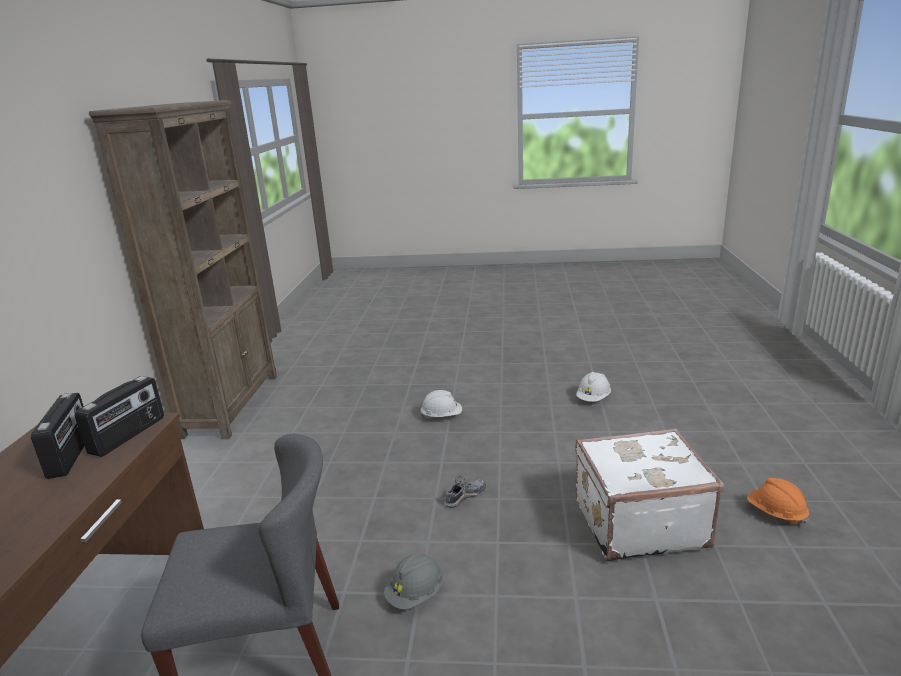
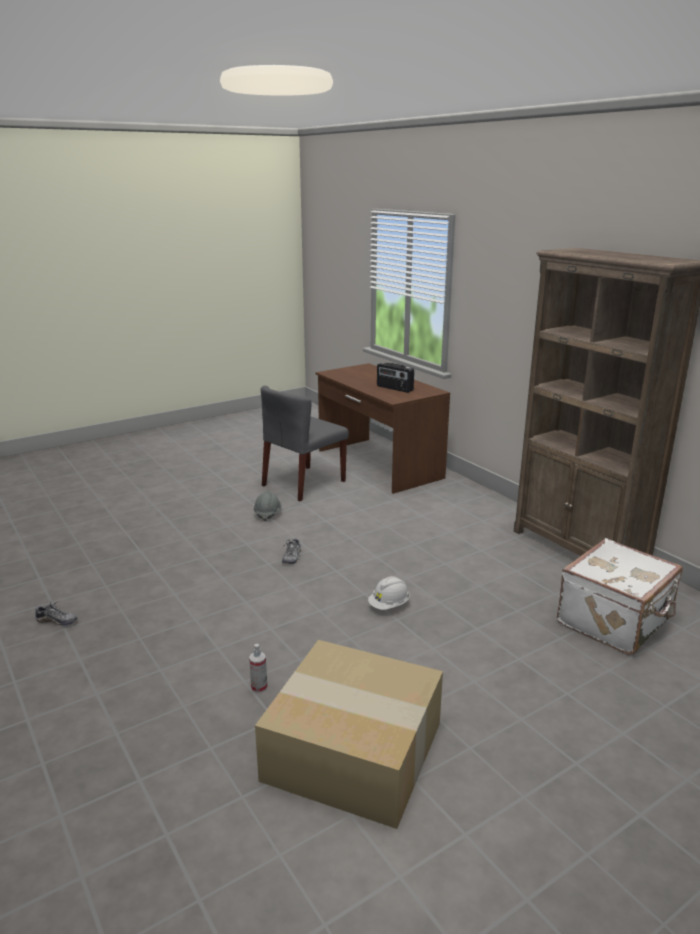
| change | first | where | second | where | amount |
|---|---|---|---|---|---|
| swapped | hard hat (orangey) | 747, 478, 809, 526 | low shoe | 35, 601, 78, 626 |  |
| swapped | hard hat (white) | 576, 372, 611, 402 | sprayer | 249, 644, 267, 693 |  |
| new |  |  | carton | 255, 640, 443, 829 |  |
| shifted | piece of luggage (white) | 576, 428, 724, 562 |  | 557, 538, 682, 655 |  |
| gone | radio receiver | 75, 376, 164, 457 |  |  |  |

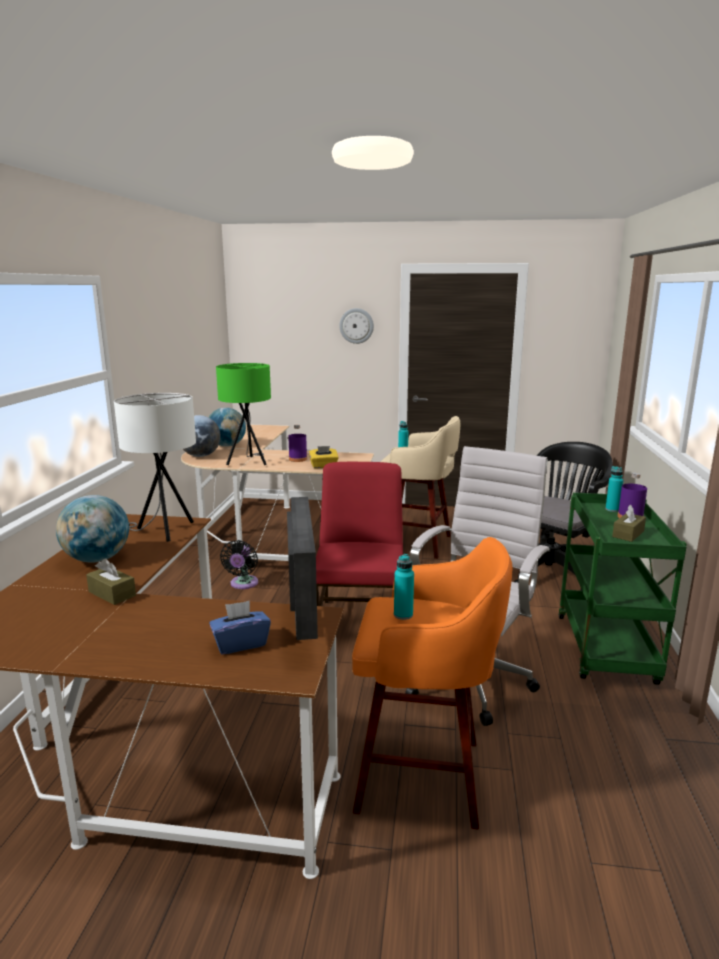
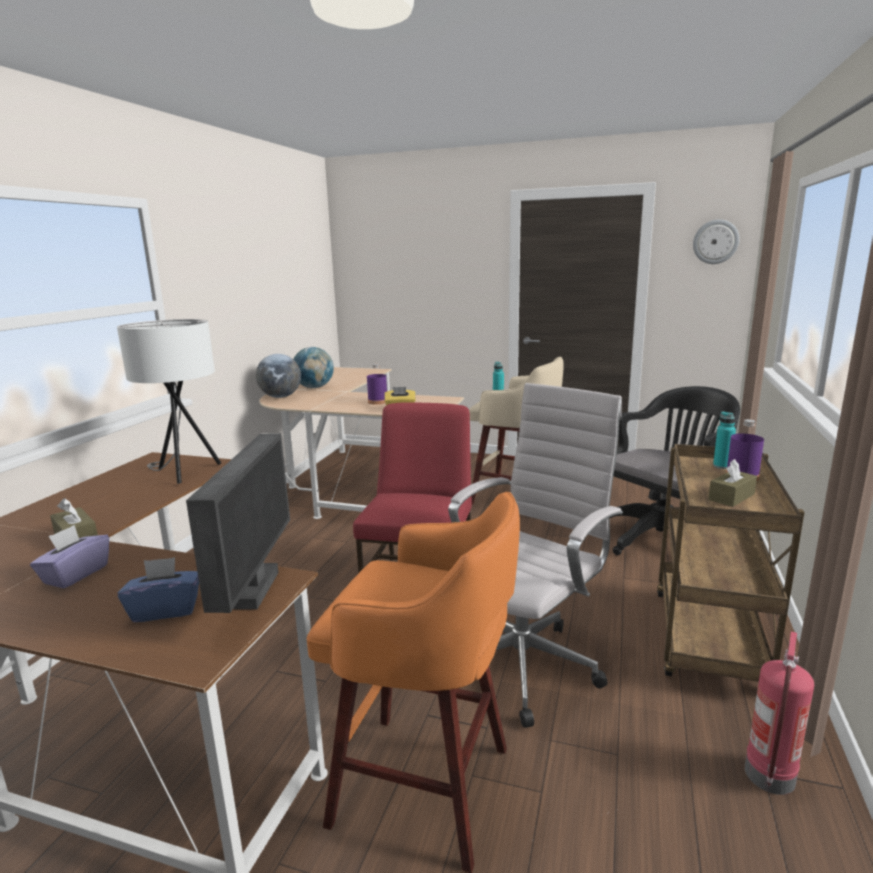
| change | first | where | second | where | amount |
|---|---|---|---|---|---|
| new |  |  | box of tissues (purple) | 30, 525, 109, 588 |  |
| repainted | trolley (green-coloured) | 558, 493, 687, 685 | trolley (brown) | 657, 444, 804, 682 |  |
| shifted | hanging clock | 339, 308, 374, 344 |  | 693, 220, 740, 264 |  |
| new |  |  | fire-fighting cylinder | 745, 631, 814, 795 |  |
| gone | desk globe | 56, 495, 129, 562 |  |  |  |
| gone | tabletop lamp (green-coloured) | 216, 363, 271, 465 |  |  |  |
| gone | electric fan (black-coloured) | 220, 540, 258, 589 |  |  |  |
| gone | bottle (turquoise) | 394, 554, 414, 620 |  |  |  |

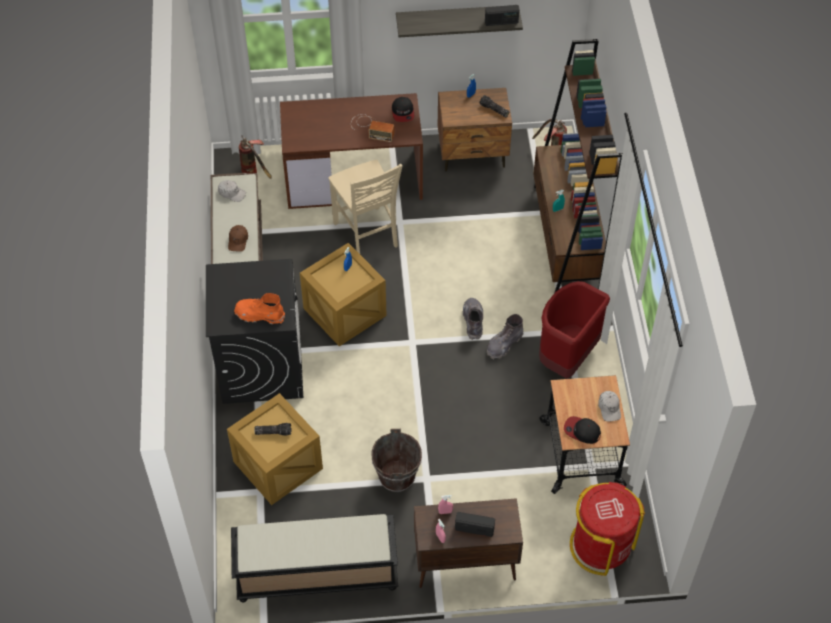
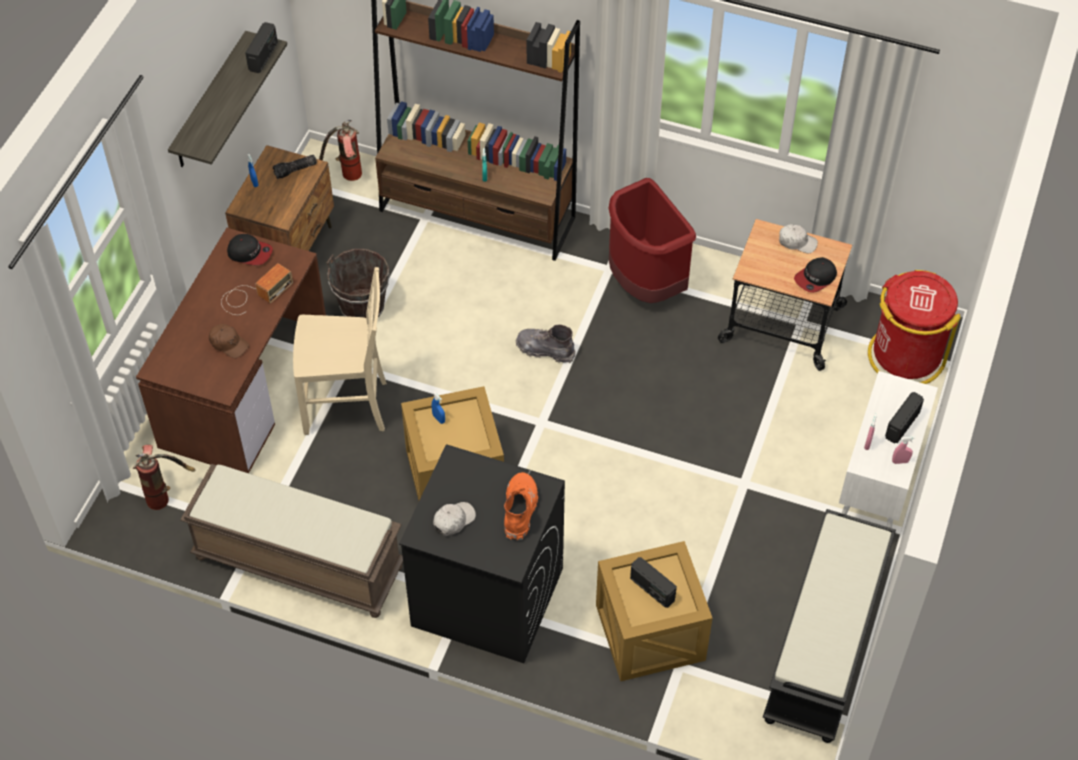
| change | first | where | second | where | amount |
|---|---|---|---|---|---|
| shifted | peaked cap (brown) | 228, 225, 248, 252 |  | 209, 324, 249, 358 |  |
| shifted | pail (brown) | 372, 429, 422, 492 |  | 327, 249, 389, 318 |  |
| shifted | peaked cap (white) | 218, 180, 246, 202 |  | 433, 502, 476, 536 |  |
| rotated | high-top boot (orangey) | 234, 293, 285, 324 |  | 504, 472, 538, 540 | 150 degrees clockwise |
| swapped | flashlight | 254, 423, 292, 436 | radio receiver | 630, 557, 677, 608 |  |
| repainted | cabinet (brown) | 414, 498, 523, 588 | cabinet (white) | 839, 371, 938, 528 |  |
| gone | high-top boot (grey) | 487, 314, 524, 359 |  |  |  |

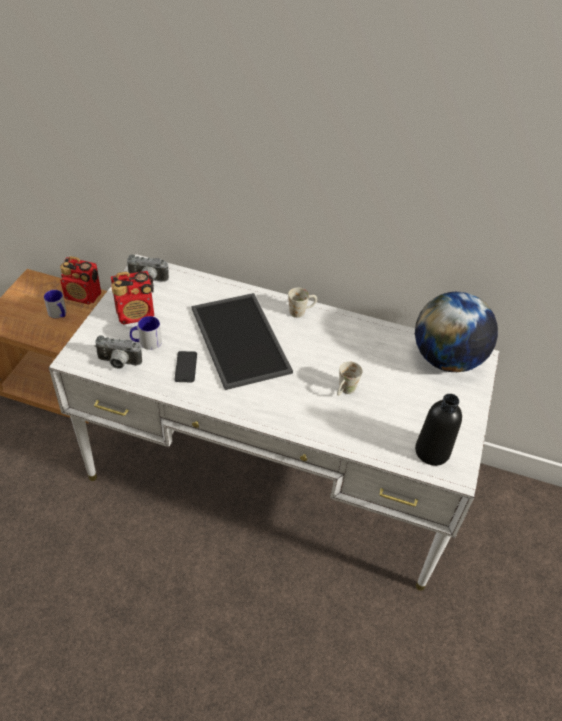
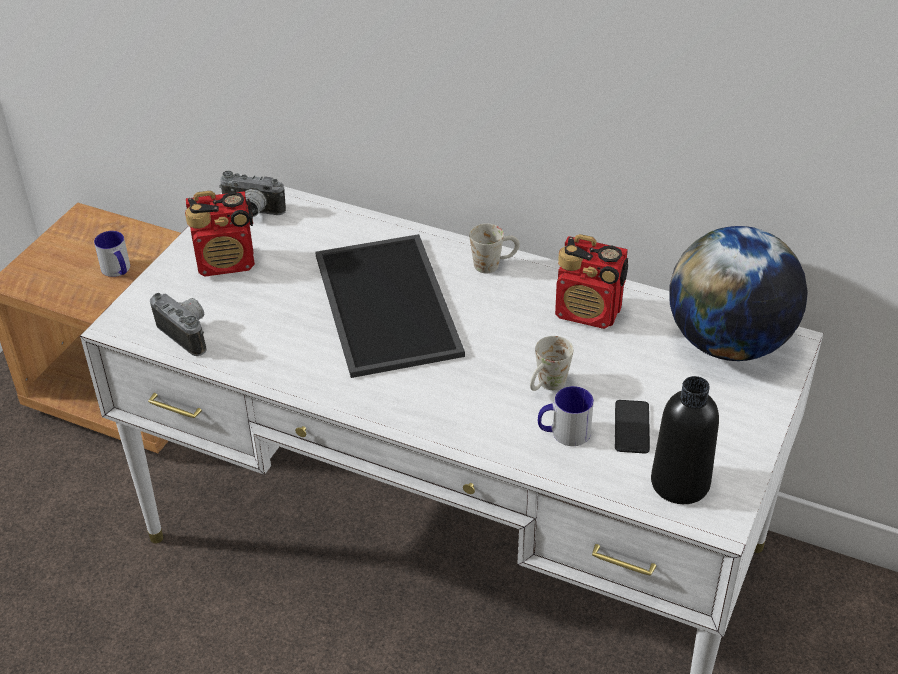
| change | first | where | second | where | amount |
|---|---|---|---|---|---|
| rotated | still camera | 94, 335, 142, 369 |  | 150, 293, 207, 356 | 150 degrees counterclockwise |
| shifted | tea mug | 130, 316, 162, 350 |  | 538, 386, 594, 446 |  |
| shifted | radio receiver | 60, 256, 101, 304 |  | 555, 234, 628, 329 |  |
| shifted | handset | 175, 351, 197, 382 |  | 615, 400, 650, 453 |  |

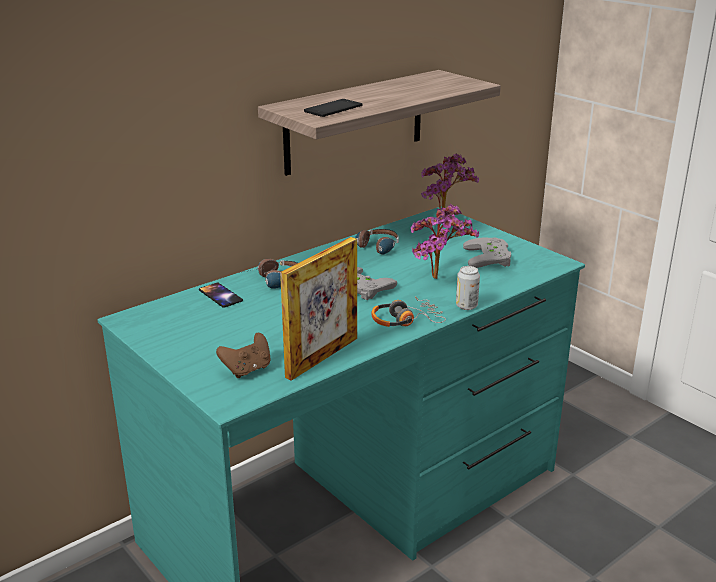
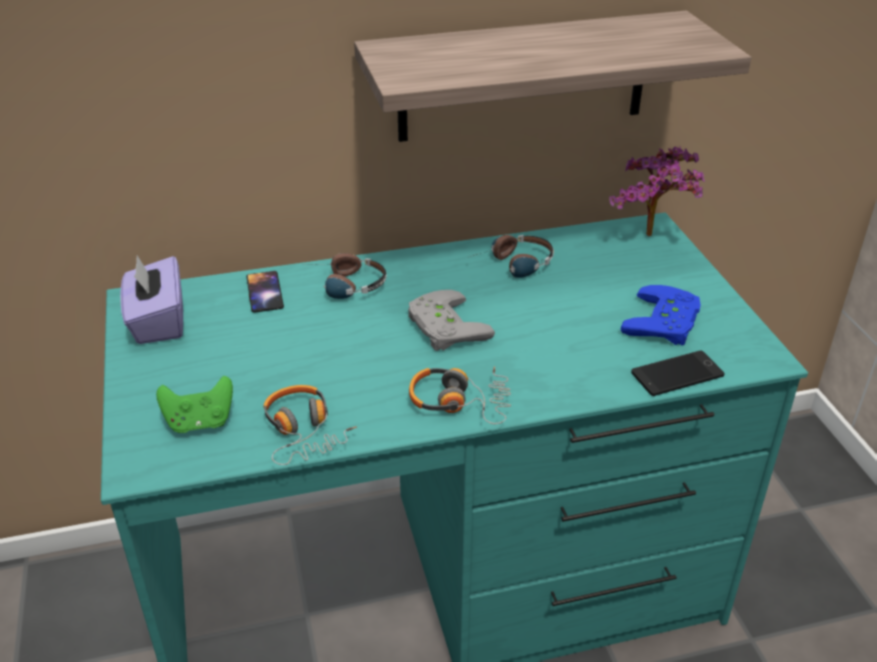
| change | first | where | second | where | amount |
|---|---|---|---|---|---|
| new |  |  | box of tissues (purple) | 120, 255, 183, 344 |  |
| repainted | gamepad (brown) | 216, 333, 271, 378 | gamepad (green-coloured) | 156, 376, 233, 433 |  |
| swapped | photo frame | 280, 237, 357, 381 | headphones | 264, 385, 357, 465 |  |
| repainted | gamepad (grey) | 463, 237, 511, 268 | gamepad (bluish) | 621, 285, 701, 345 |  |
| shifted | handset | 304, 99, 362, 117 |  | 631, 351, 725, 396 |  |
| gone | potted plant | 411, 204, 479, 279 |  |  |  |
| gone | can | 456, 266, 480, 310 |  |  |  |

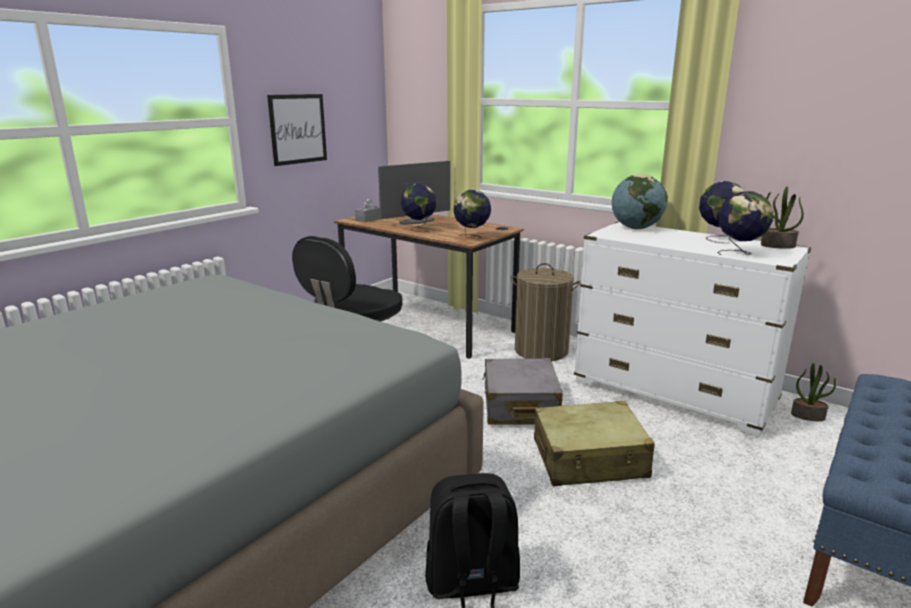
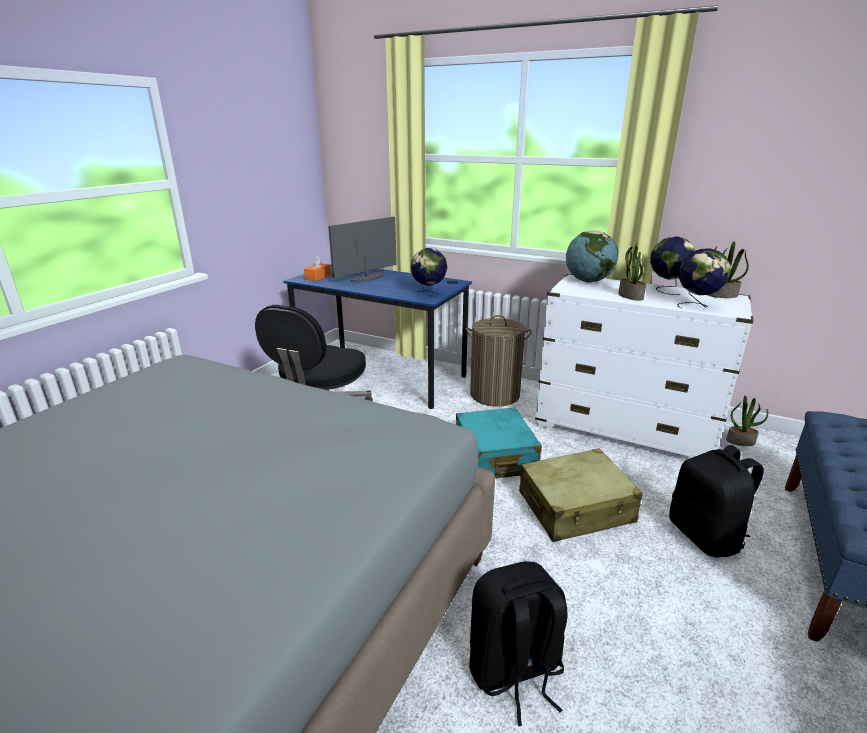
| change | first | where | second | where | amount |
|---|---|---|---|---|---|
| repainted | desk table (brown) | 334, 214, 524, 359 | desk table (bluish) | 283, 264, 472, 409 |  |
| repainted | box of tissues (grey) | 355, 197, 380, 222 | box of tissues (orangey) | 304, 256, 331, 281 |  |
| repainted | piece of luggage (grey) | 482, 358, 563, 425 | piece of luggage (turquoise) | 456, 407, 542, 478 |  |
| new |  |  | potted plant | 618, 242, 646, 301 |  |
| new |  |  | backpack (black-coloured) | 669, 445, 764, 558 |  |
| gone | wall art | 267, 94, 327, 166 |  |  |  |
| gone | desk globe | 401, 184, 437, 232 |  |  |  |

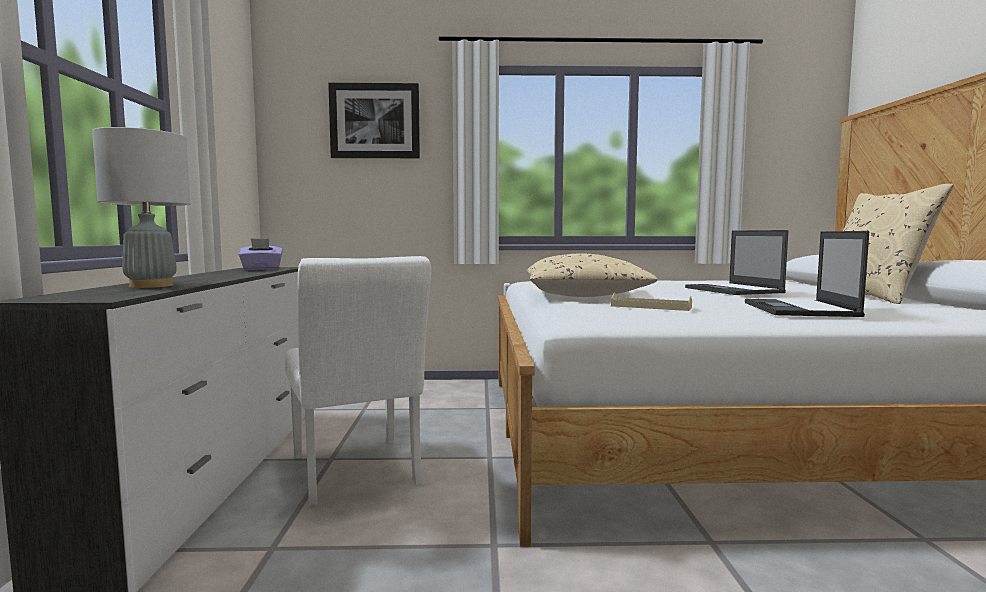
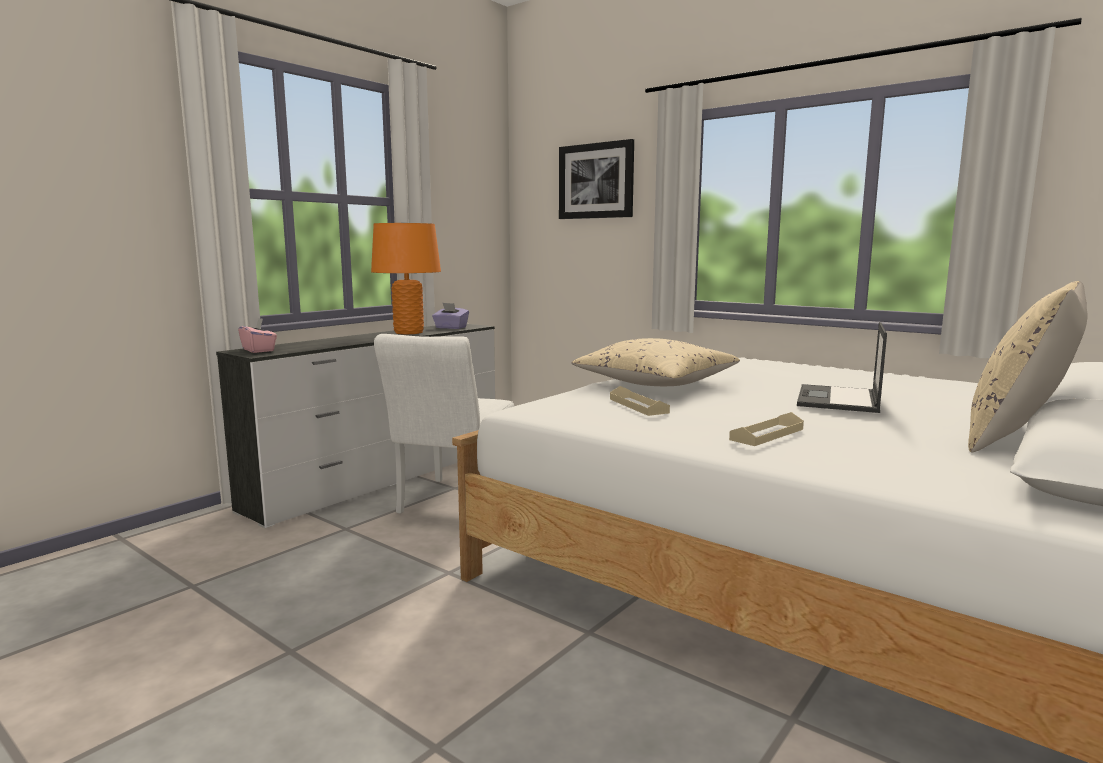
| change | first | where | second | where | amount |
|---|---|---|---|---|---|
| new |  |  | box of tissues (pink-coloured) | 238, 318, 277, 353 |  |
| new |  |  | tabletop lamp (orangey) | 371, 223, 441, 334 |  |
| swapped | portable computer | 745, 231, 869, 317 | carrying tray (beige-coloured) | 729, 412, 804, 446 |  |
| gone | tabletop lamp (grey) | 92, 127, 190, 288 |  |  |  |

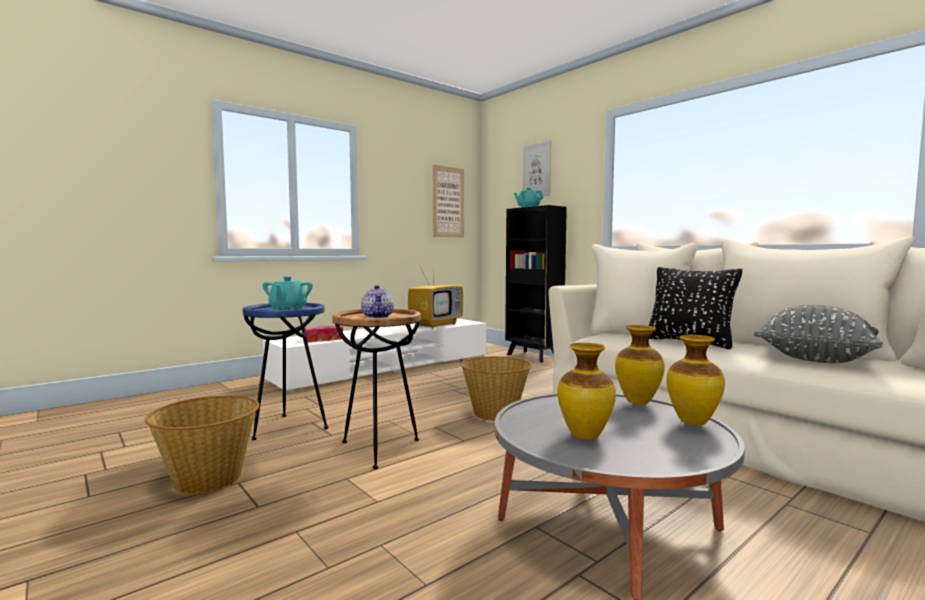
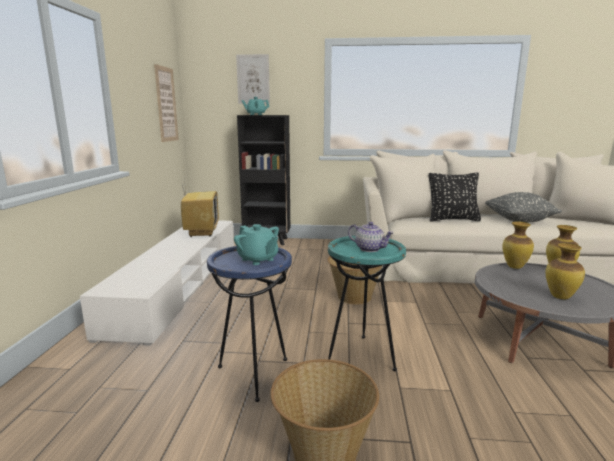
| change | first | where | second | where | amount |
|---|---|---|---|---|---|
| repainted | end table (brown) | 332, 309, 421, 469 | end table (turquoise) | 328, 236, 406, 372 |  |
| gone | box of tissues | 305, 325, 343, 342 |  |  |  |

